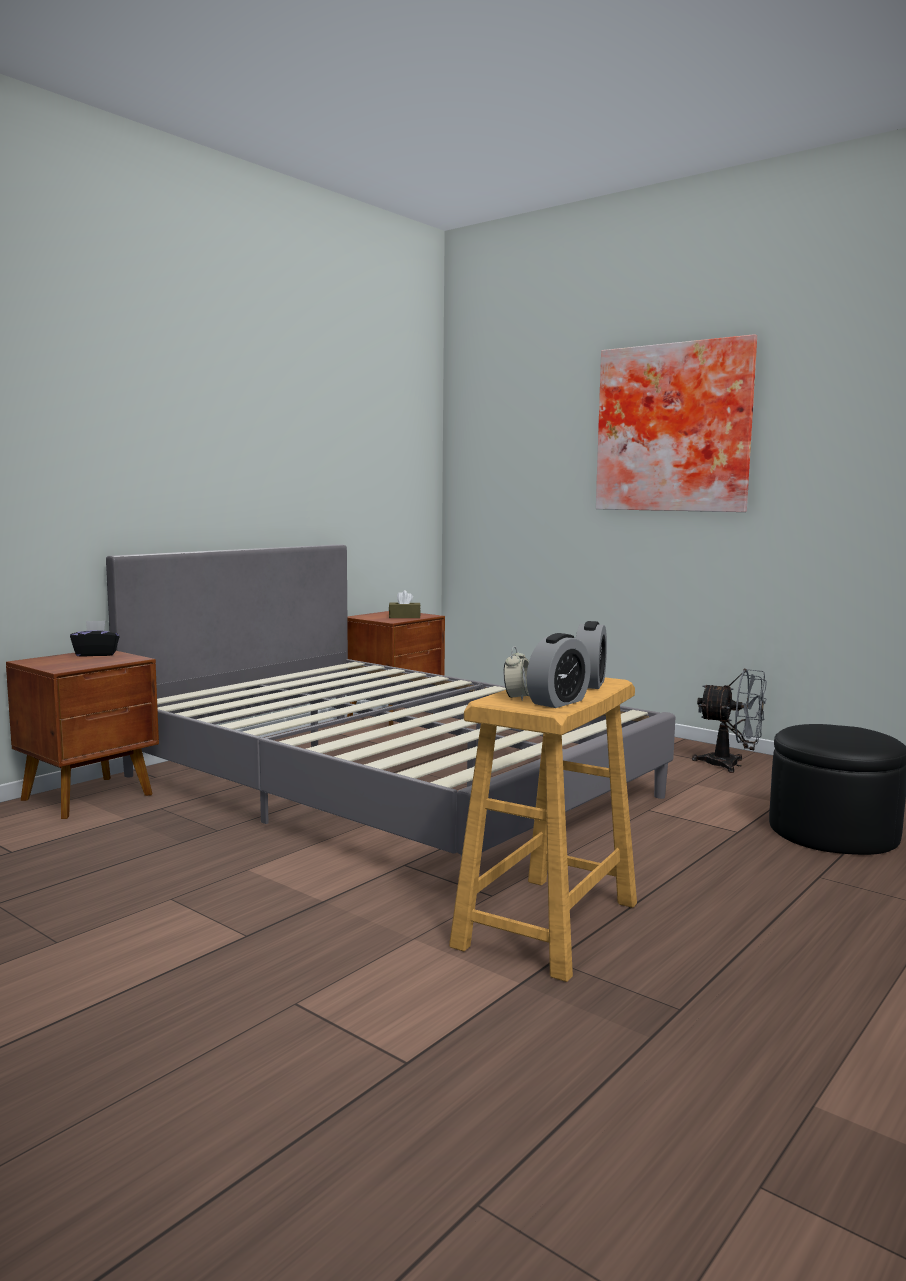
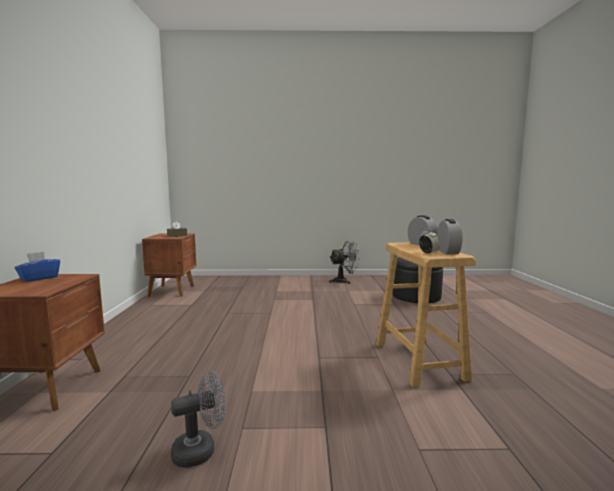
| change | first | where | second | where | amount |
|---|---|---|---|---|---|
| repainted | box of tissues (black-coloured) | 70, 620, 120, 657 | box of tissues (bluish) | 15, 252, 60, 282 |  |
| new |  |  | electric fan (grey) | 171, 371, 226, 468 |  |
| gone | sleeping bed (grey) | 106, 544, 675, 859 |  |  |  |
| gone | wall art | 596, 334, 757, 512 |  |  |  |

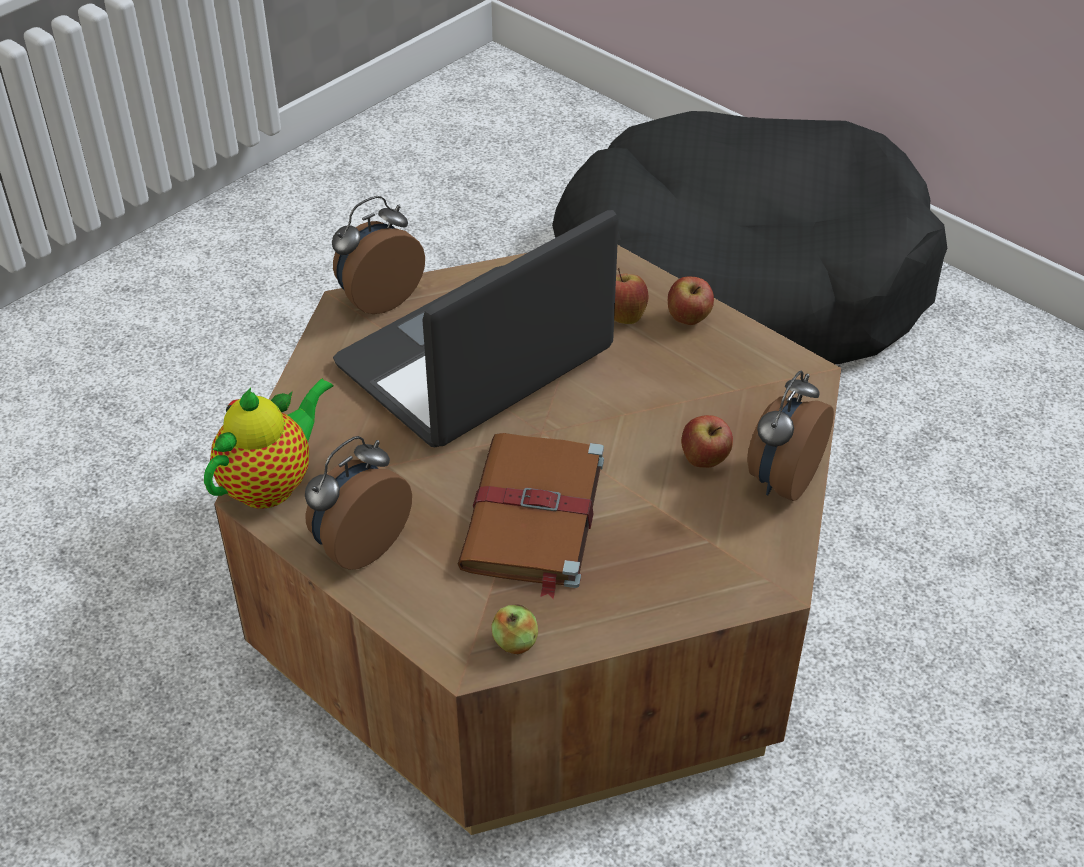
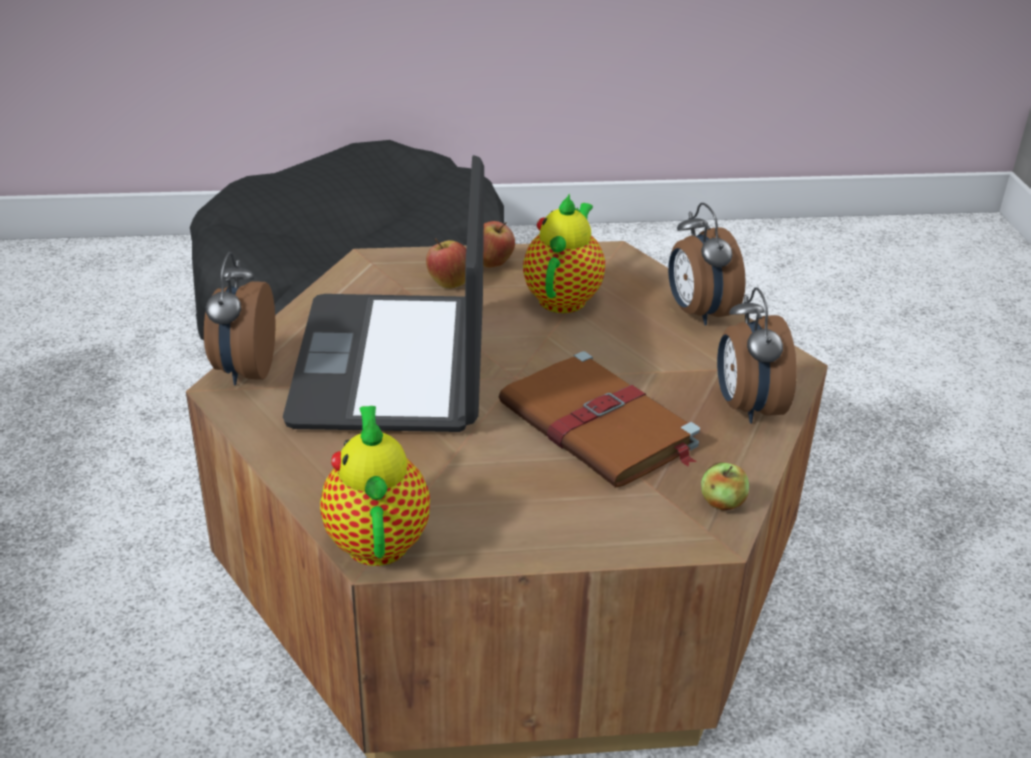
| change | first | where | second | where | amount |
|---|---|---|---|---|---|
| new |  |  | tea pot | 523, 193, 605, 313 |  |
| shifted | table clock | 305, 436, 412, 570 |  | 717, 288, 797, 423 |  |
| gone | whole apple | 681, 415, 733, 468 |  |  |  |

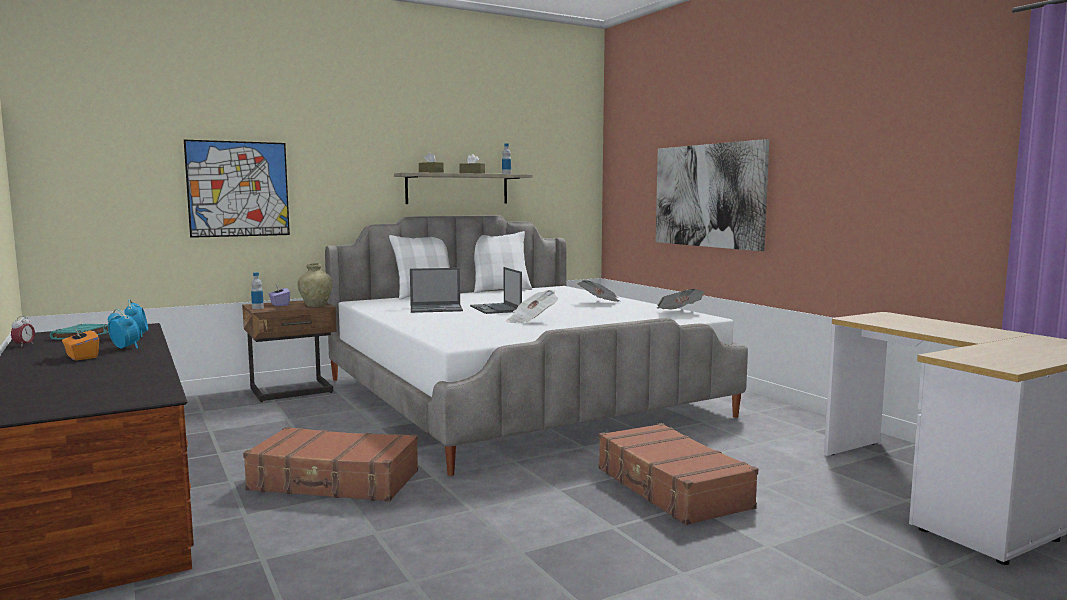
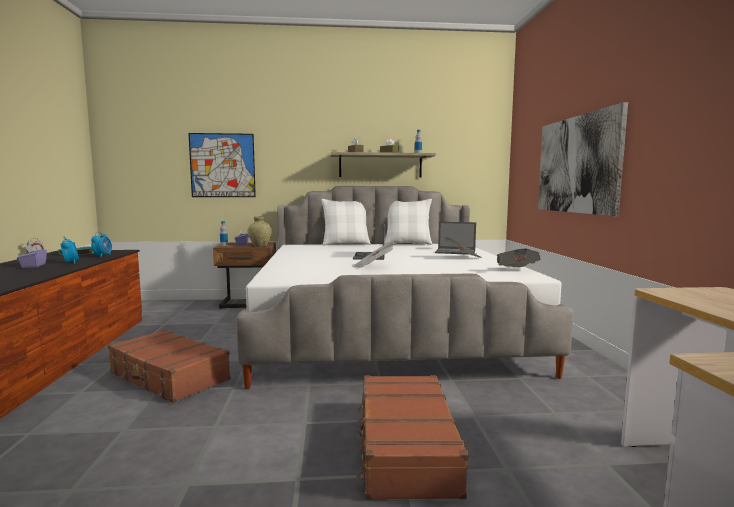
| change | first | where | second | where | amount |
|---|---|---|---|---|---|
| repainted | box of tissues (orangey) | 62, 327, 99, 360 | box of tissues (purple) | 17, 245, 47, 268 |  |
| shifted | portable computer | 410, 268, 463, 313 |  | 435, 222, 476, 255 |  |

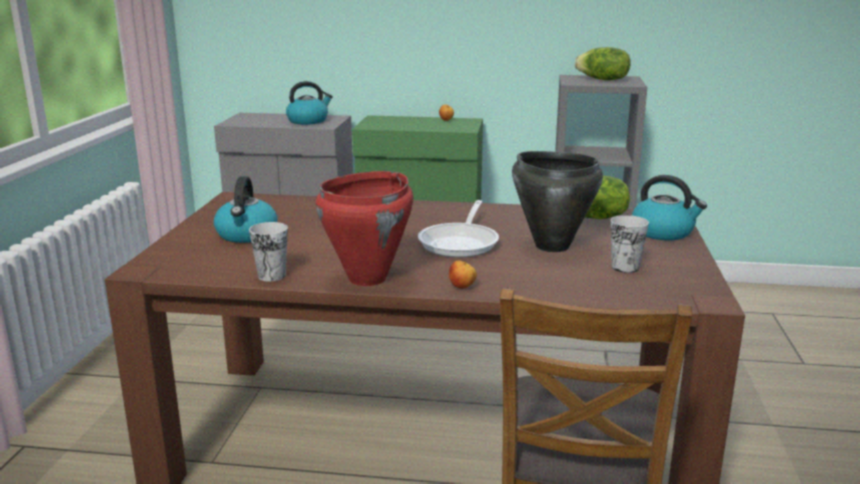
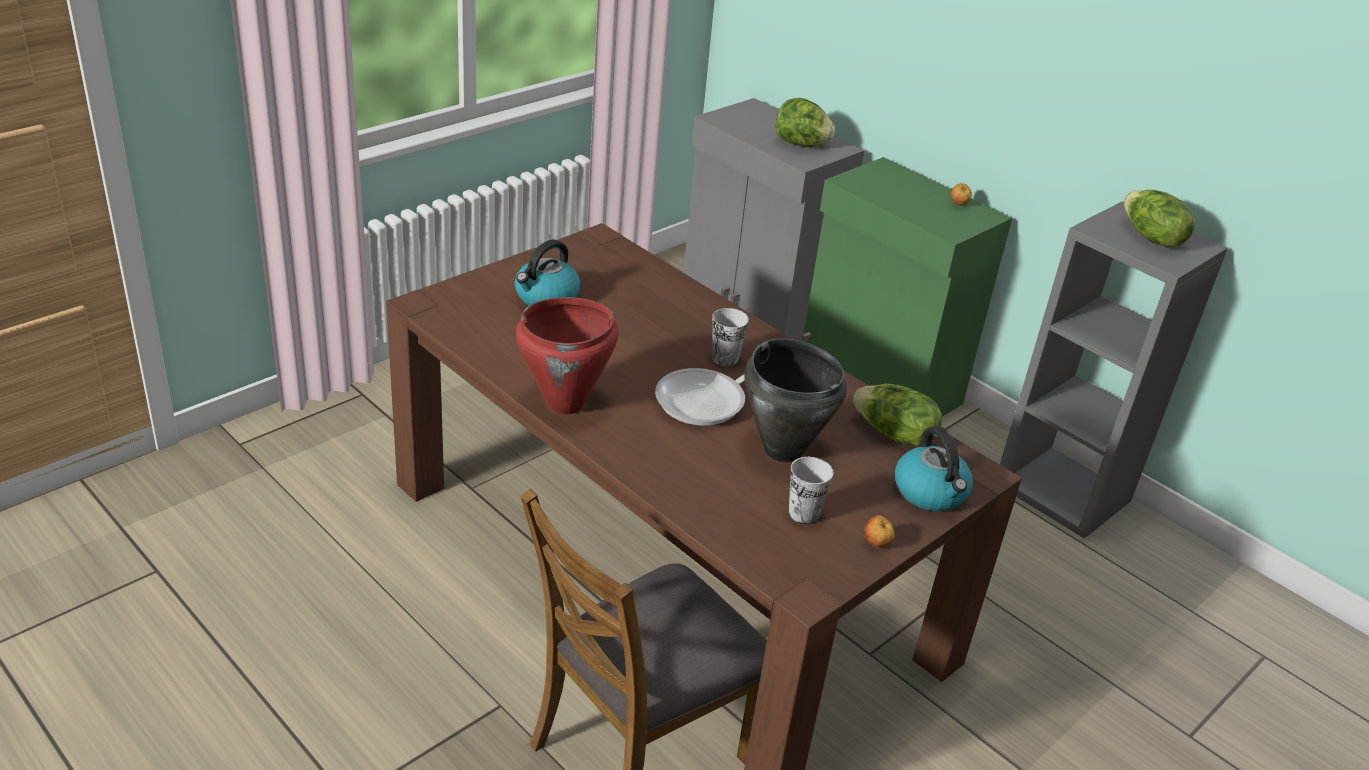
| change | first | where | second | where | amount |
|---|---|---|---|---|---|
| shifted | drinking cup | 249, 222, 288, 282 |  | 712, 308, 749, 366 |  |
| swapped | water kettle | 286, 81, 333, 125 | lettuce head | 776, 98, 835, 147 |  |
| shifted | whole apple | 449, 261, 477, 289 |  | 864, 515, 895, 547 |  |

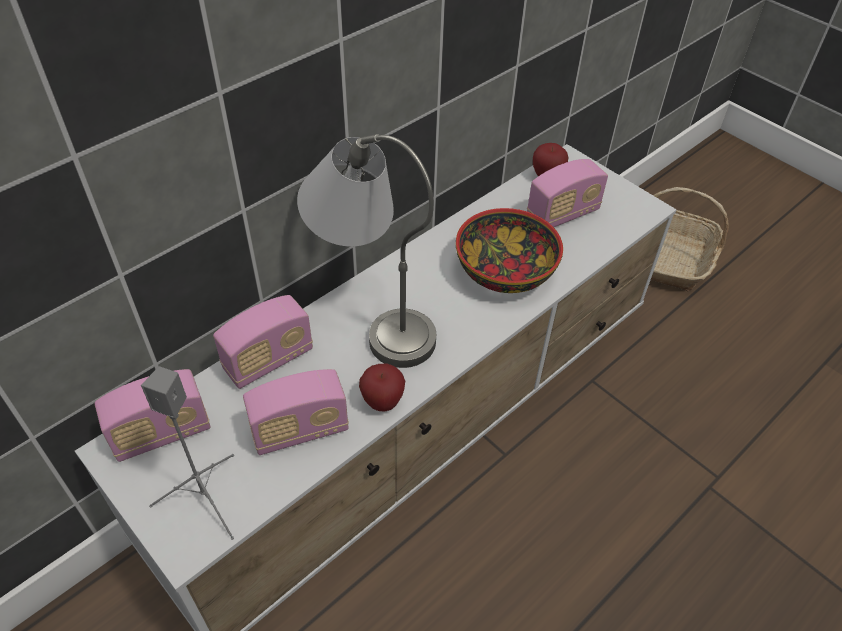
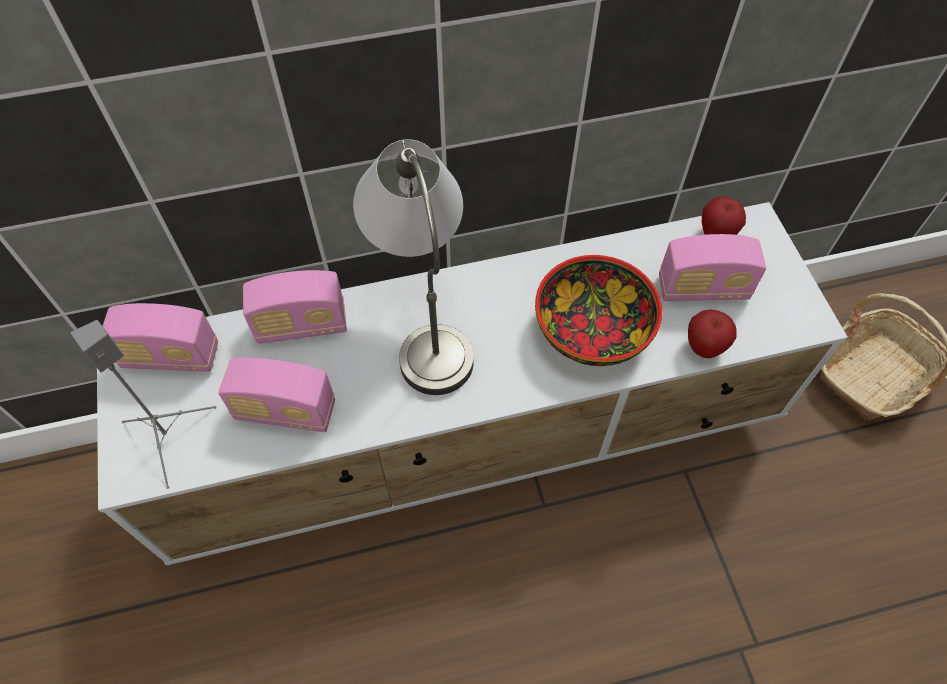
| change | first | where | second | where | amount |
|---|---|---|---|---|---|
| shifted | whole apple | 359, 364, 405, 412 |  | 688, 309, 737, 358 |  |

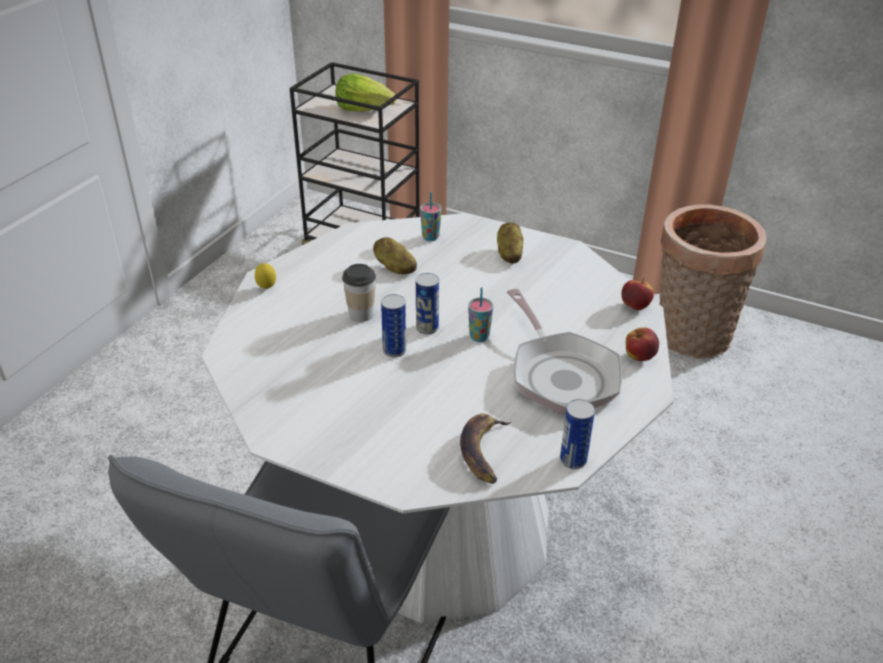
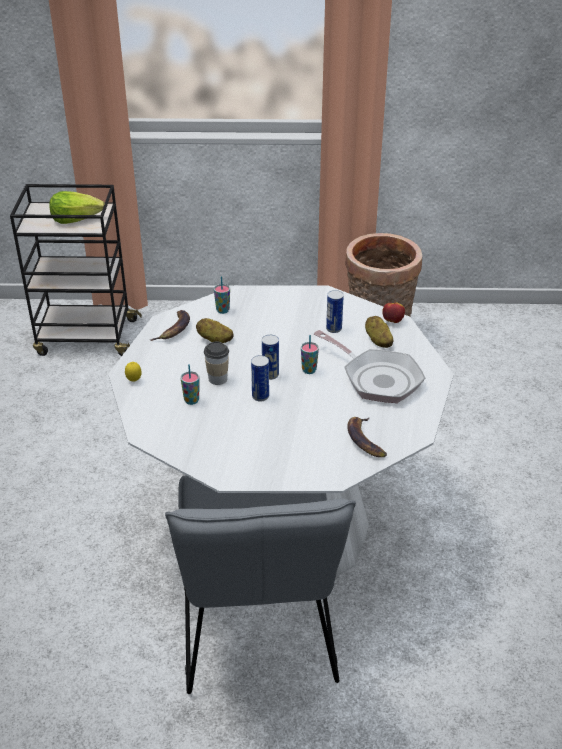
| change | first | where | second | where | amount |
|---|---|---|---|---|---|
| new |  |  | banana | 150, 310, 190, 341 |  |
| new |  |  | drinking cup | 181, 364, 200, 405 |  |
| shifted | can | 560, 399, 595, 469 |  | 326, 290, 344, 333 |  |
| shifted | whole potato | 497, 223, 523, 264 |  | 365, 316, 394, 348 |  |
| gone | whole apple | 625, 327, 659, 361 |  |  |  |

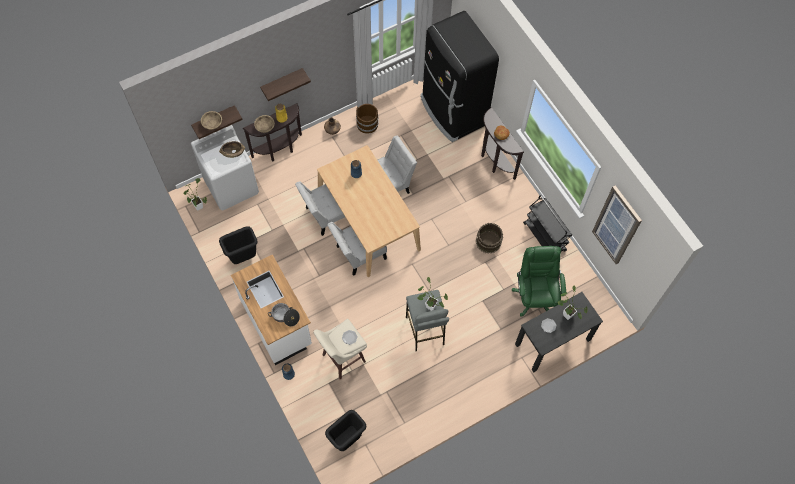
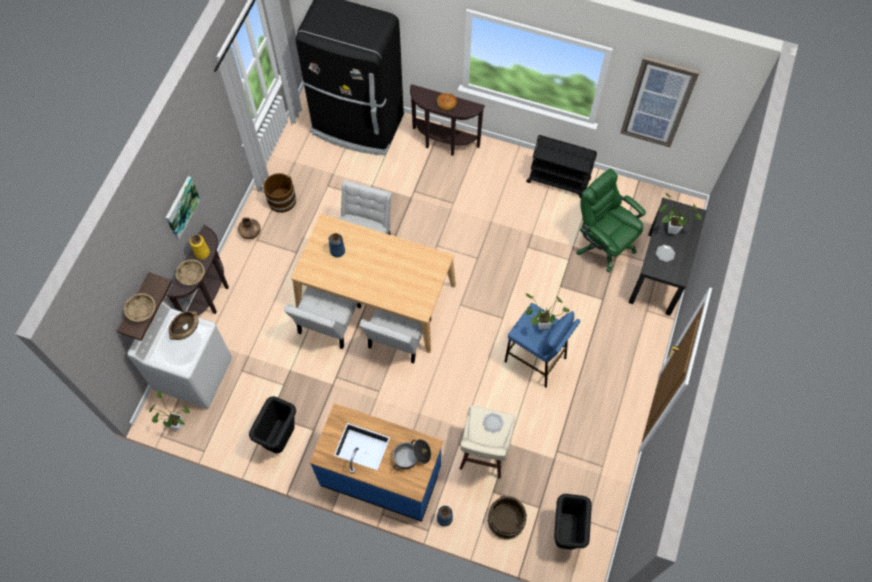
| change | first | where | second | where | amount |
|---|---|---|---|---|---|
| swapped | wall shelf | 260, 68, 311, 101 | wall art | 166, 176, 201, 240 |  |
| repainted | kitchen base unit (white) | 231, 254, 312, 365 | kitchen base unit (bluish) | 309, 403, 444, 522 |  |
| shifted | pail (brown) | 476, 223, 503, 254 |  | 487, 495, 527, 540 |  |
| repainted | stool (grey) | 406, 290, 449, 351 | stool (bluish) | 505, 303, 581, 387 |  |

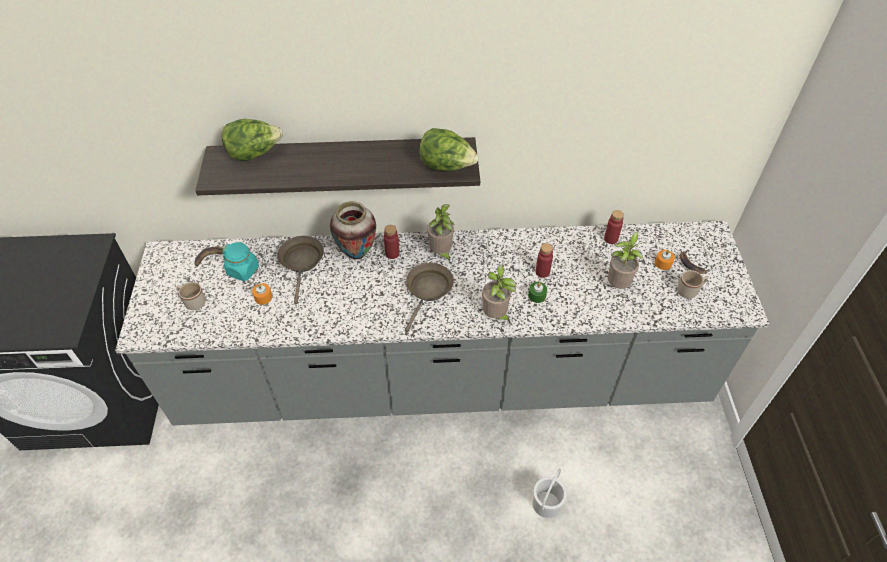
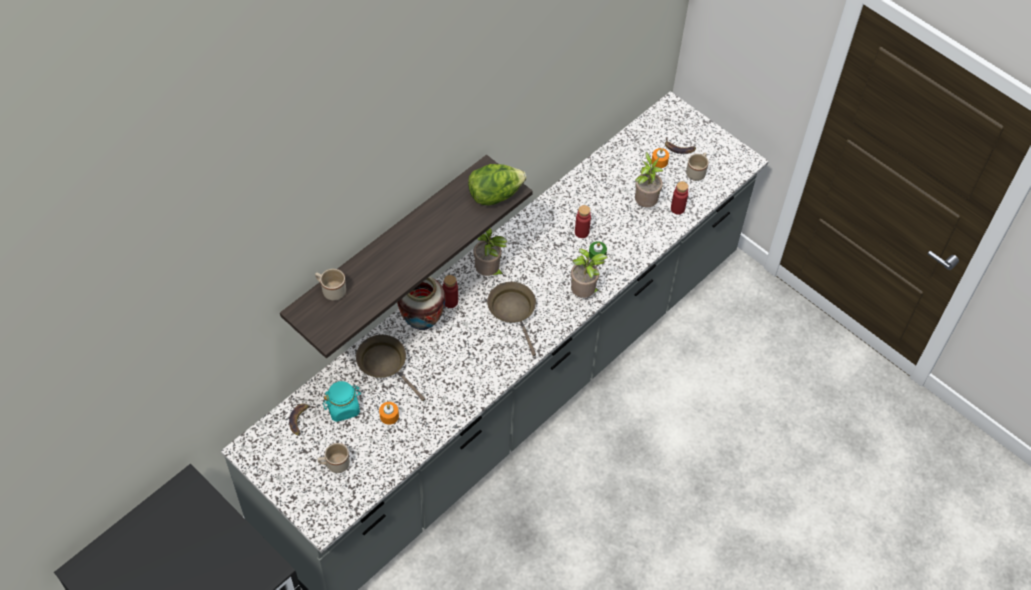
| change | first | where | second | where | amount |
|---|---|---|---|---|---|
| swapped | lettuce head | 221, 119, 283, 161 | tea mug (beige-coloured) | 315, 269, 346, 300 |  |
| shifted | bottle (reddish) | 604, 210, 624, 244 |  | 671, 181, 688, 215 |  |
| gone | pail (white) | 533, 469, 567, 518 |  |  |  |

